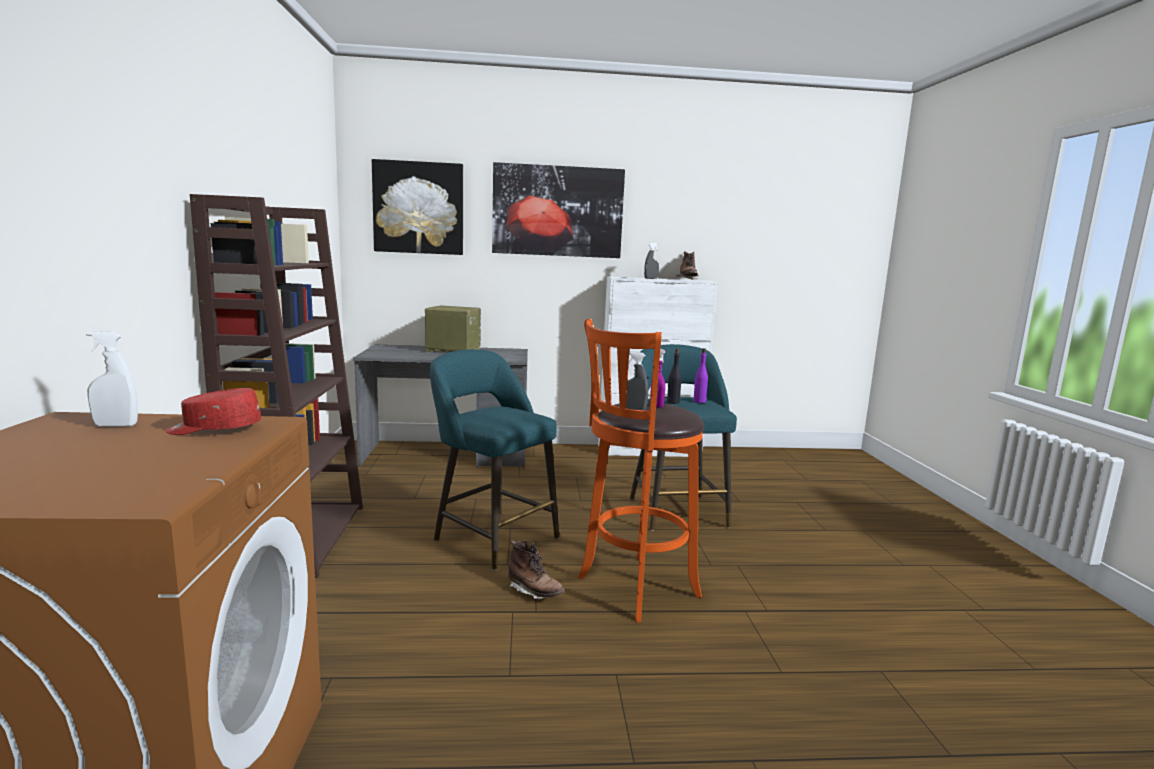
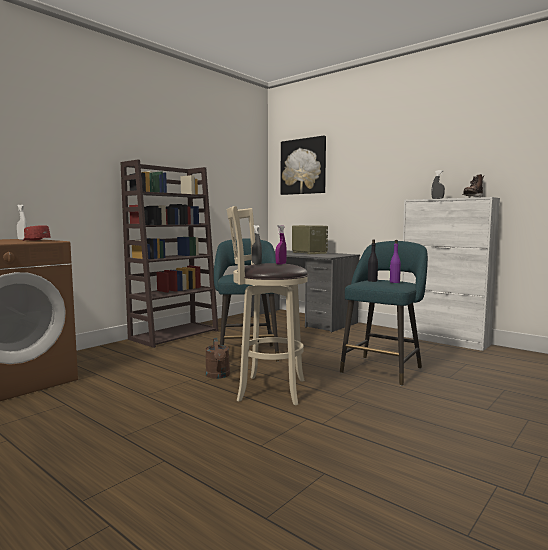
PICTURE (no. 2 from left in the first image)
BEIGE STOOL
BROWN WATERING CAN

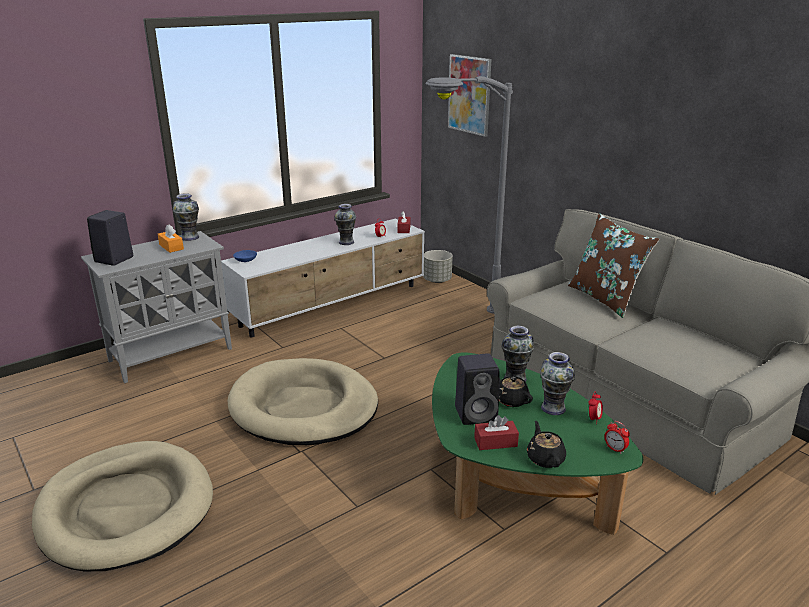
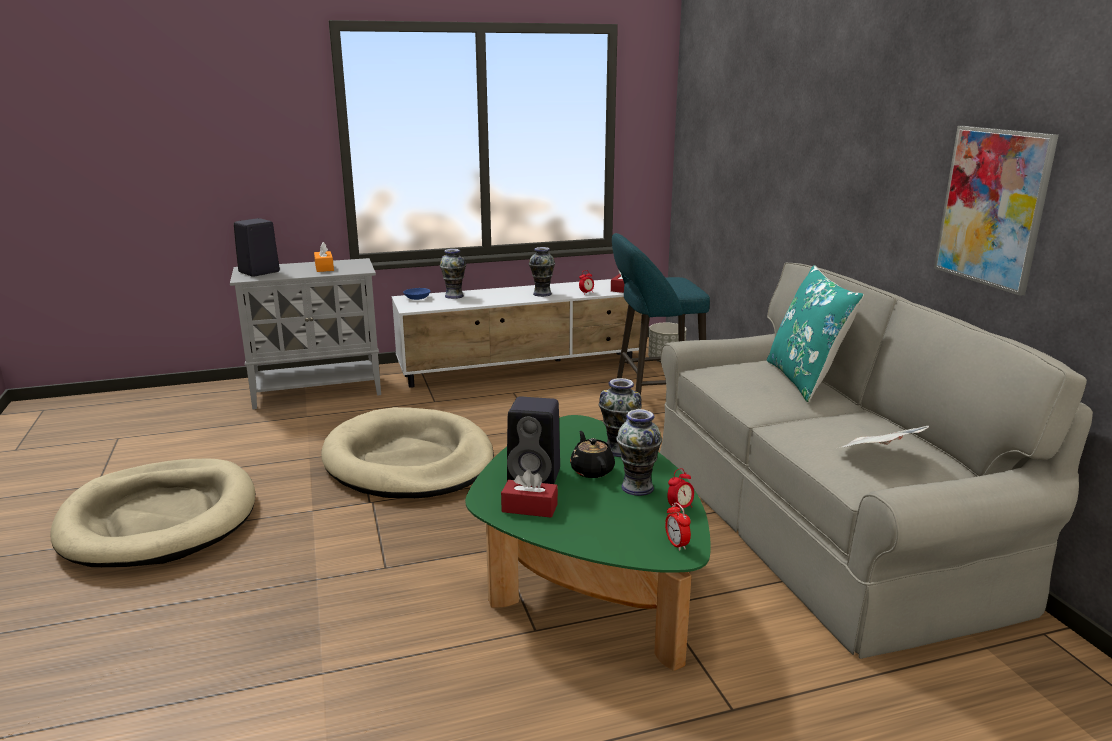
PICTURE
TURQUOISE STOOL
VASE (no. 1 from left)
TURQUOISE PILLOW
BLACK TEAPOT (no. 2 from left in the first image)
NEWSPAPER

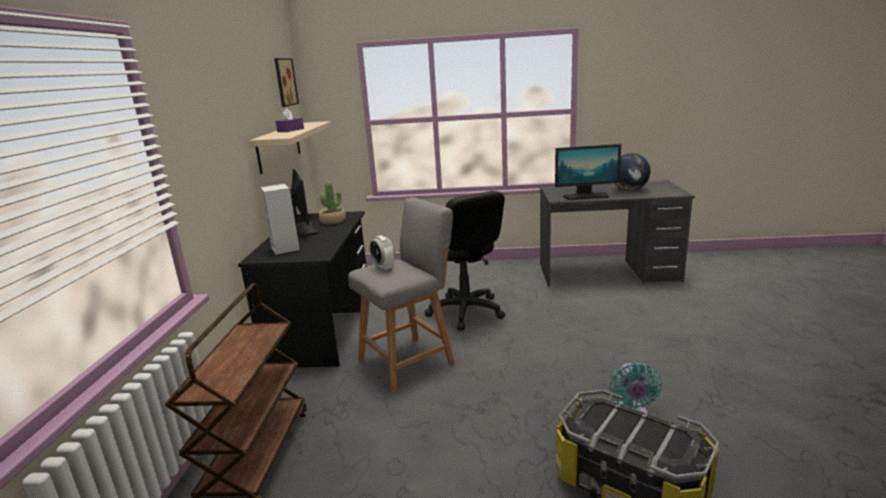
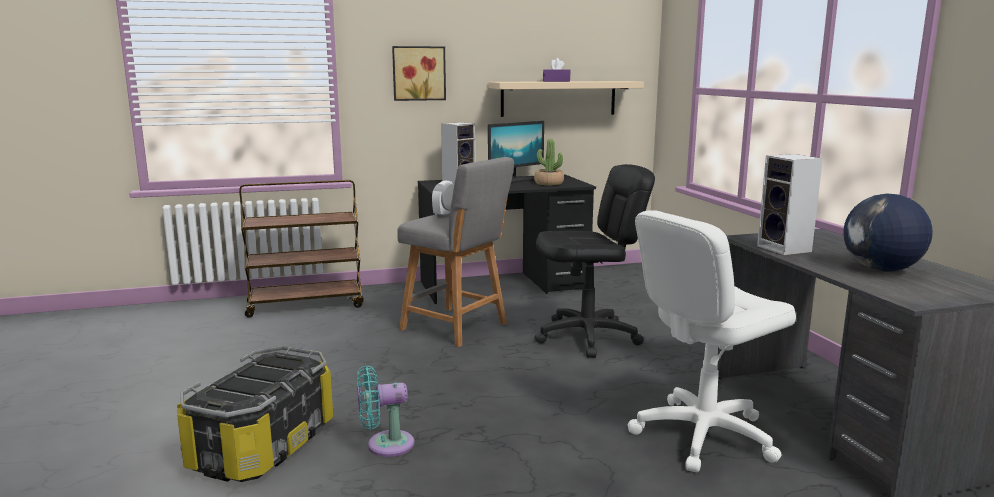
PICTURE
SPEAKER (no. 2 from left)
BLACK OFFICE CHAIR
WHITE OFFICE CHAIR

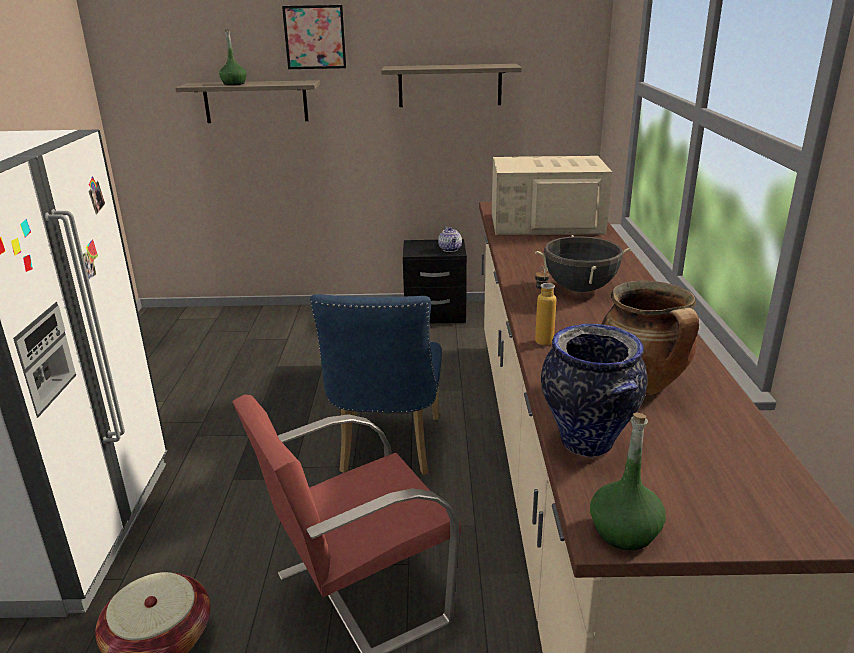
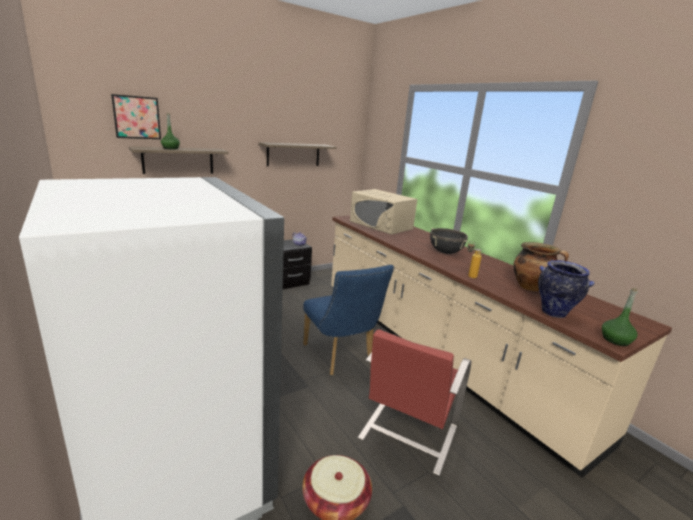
PICTURE
BEIGE MICROWAVE

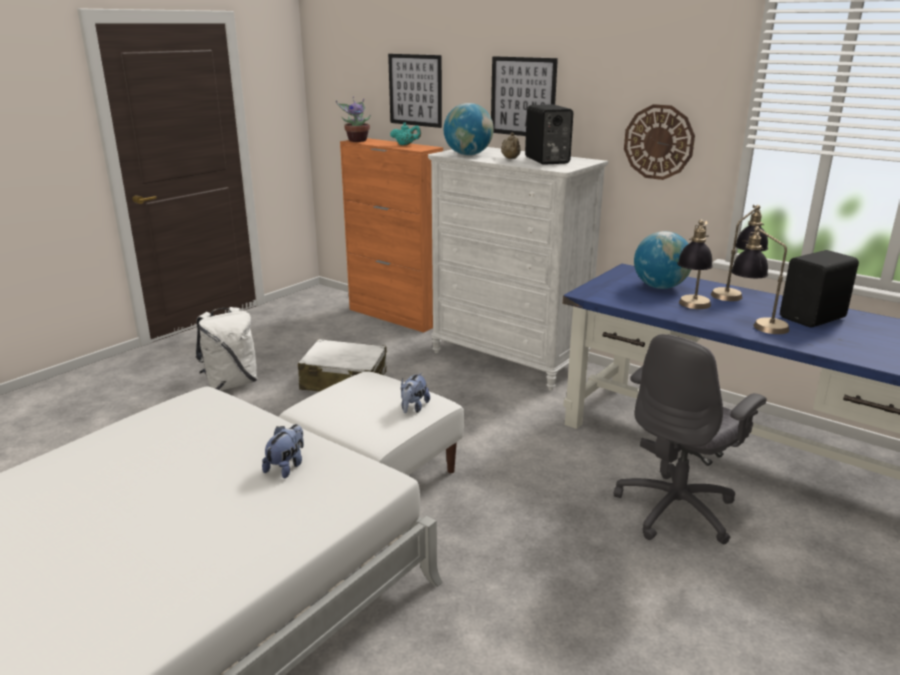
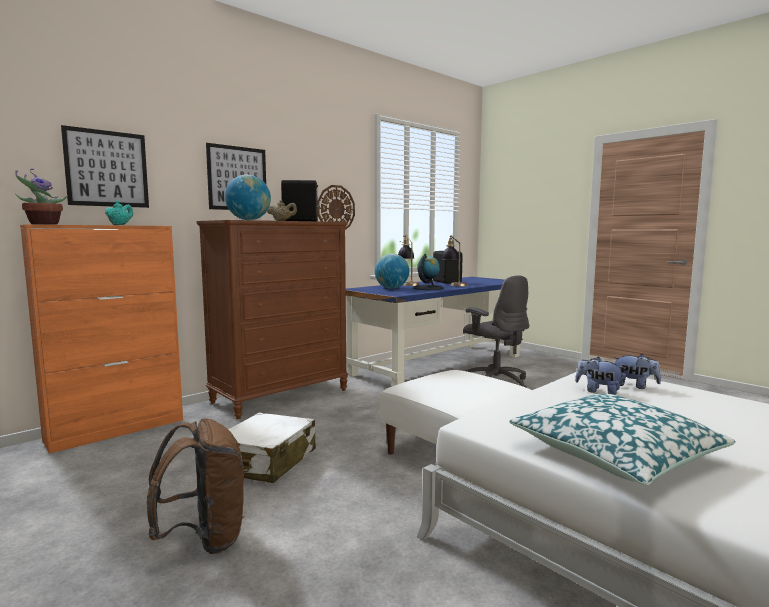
BROWN DRESSER
GLOBE (no. 3 from left)
BROWN BACKPACK
PLUSH TOY (no. 2 from left)
PILLOW

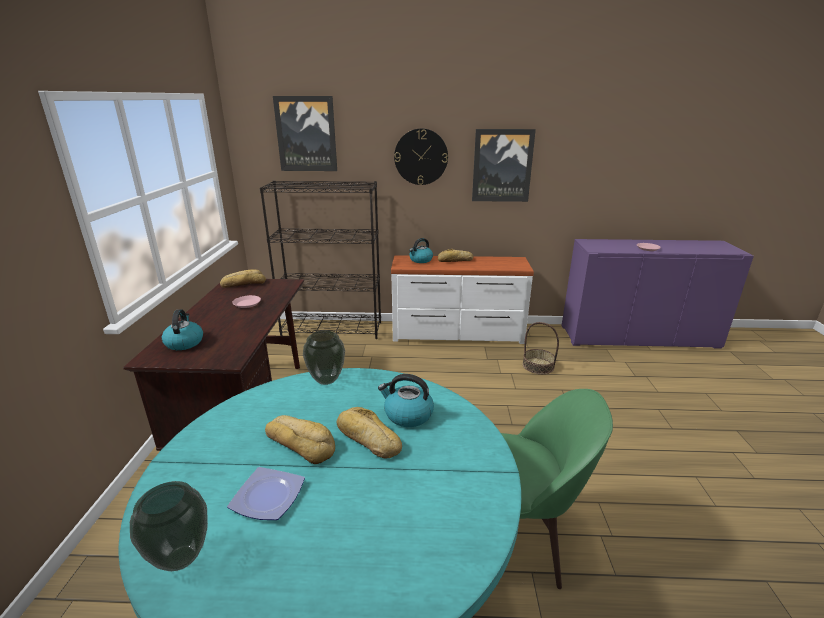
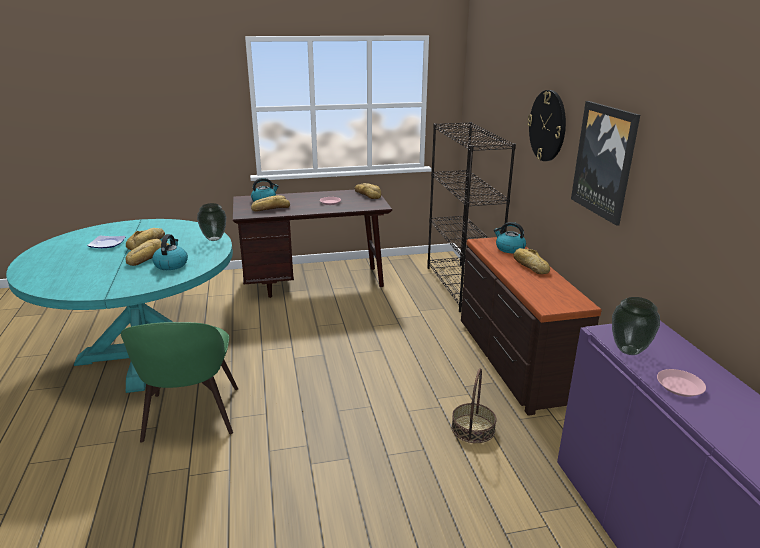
PICTURE (no. 1 from left in the first image)
BROWN DRESSER
VASE (no. 2 from left)
BREAD (no. 3 from left)

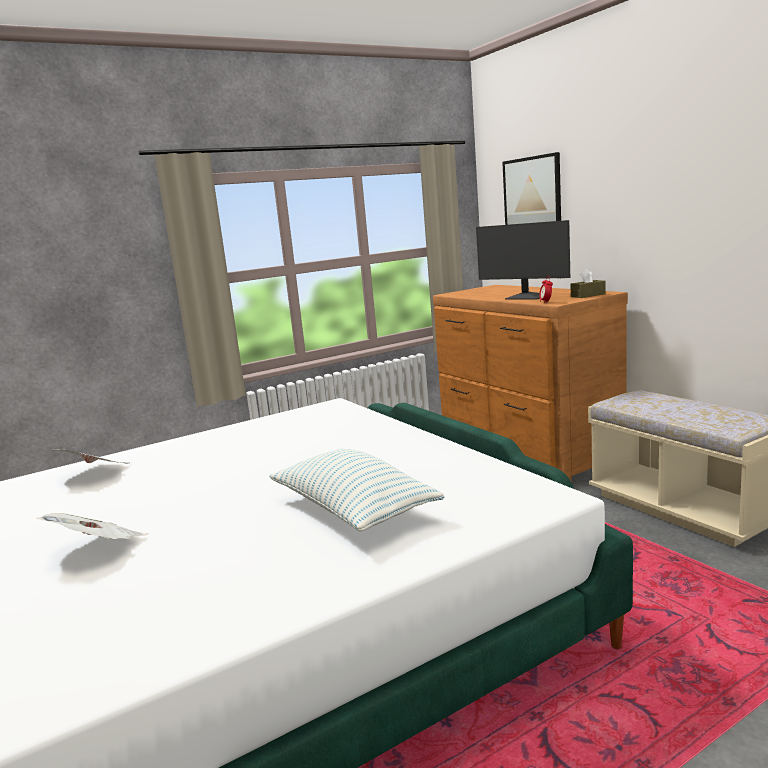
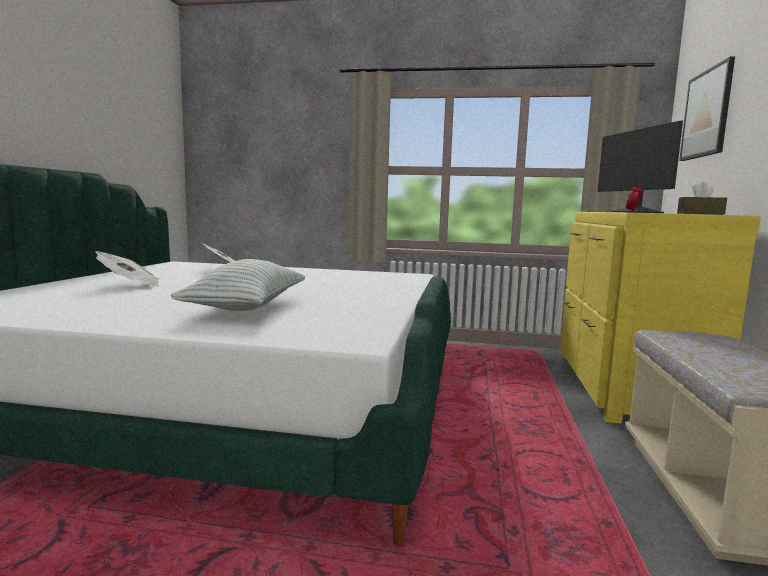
YELLOW DRESSER

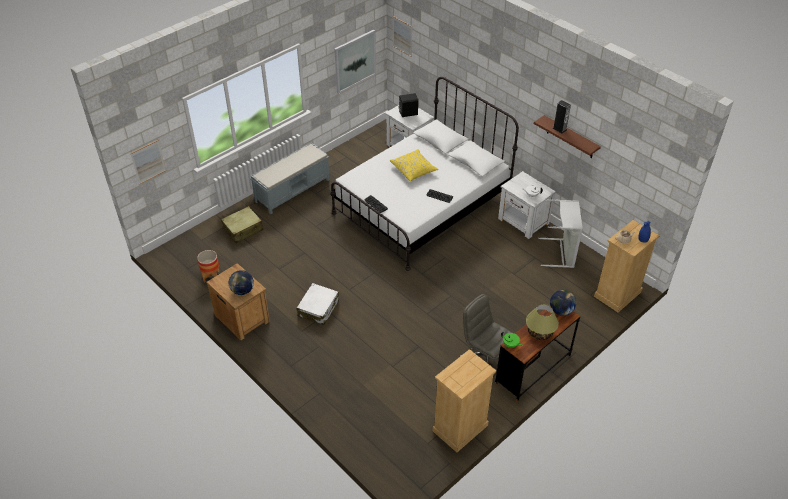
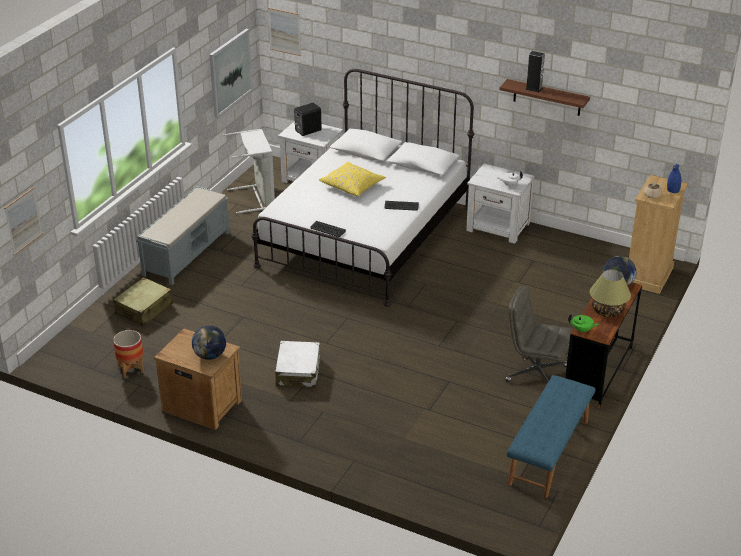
GREY LAUNDRY BASKET
BLUE BENCH

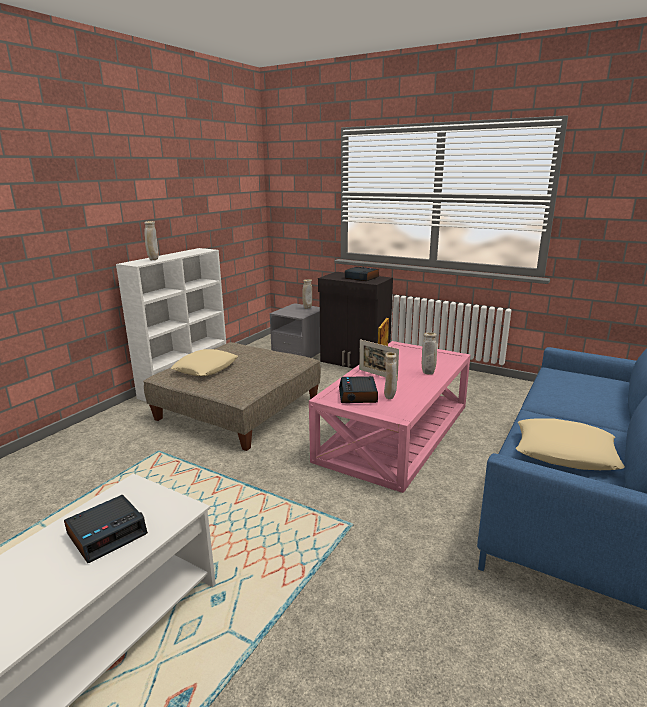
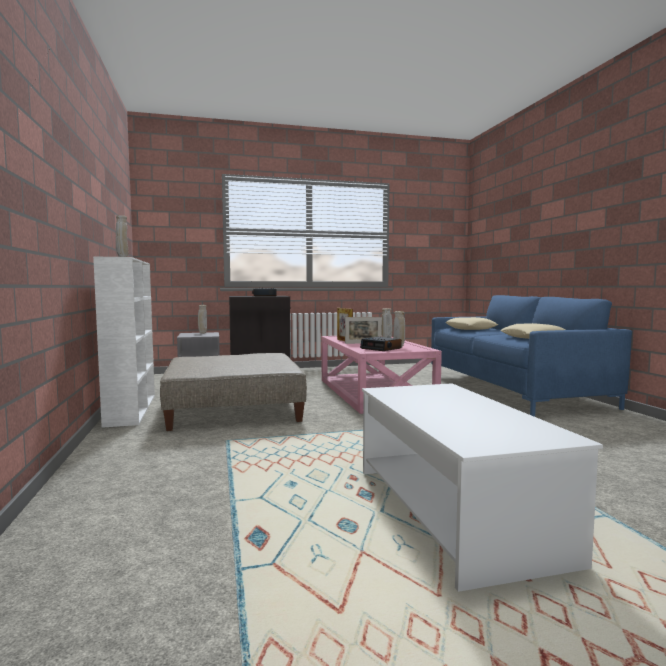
BEIGE PILLOW (no. 1 from left)
ALARM CLOCK (no. 1 from left in the first image)

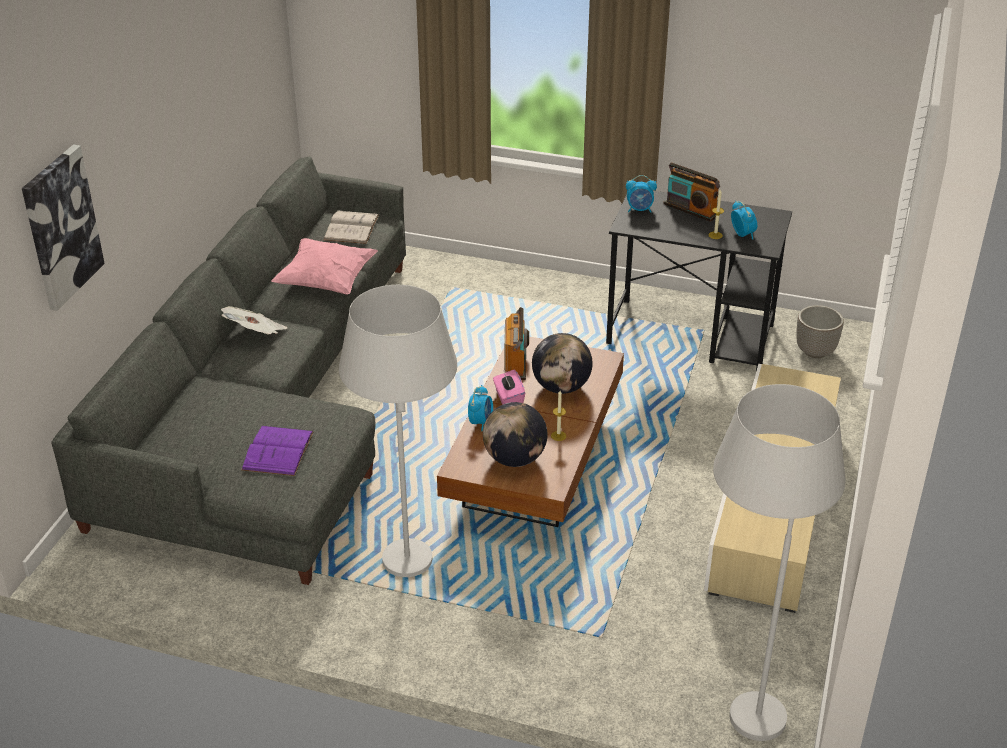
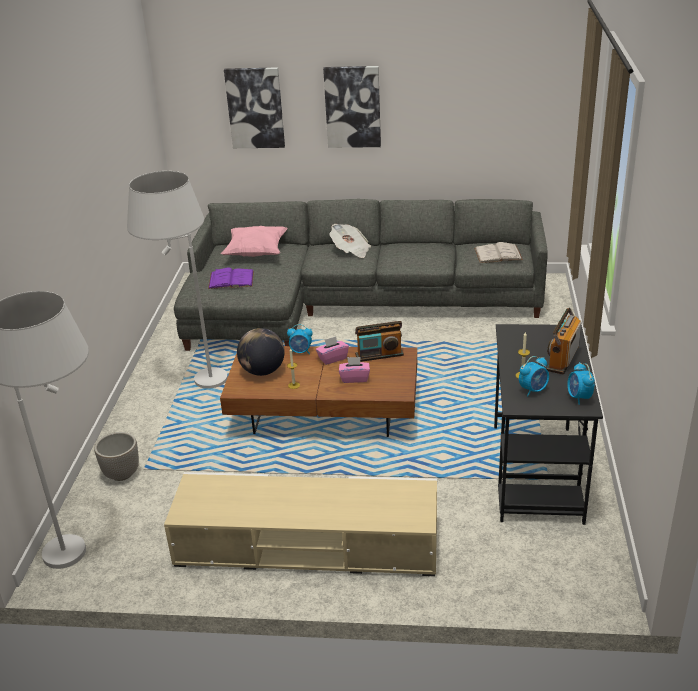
ALARM CLOCK (no. 3 from left)
PINK PILLOW
PLANTER
PINK TISSUE BOX (no. 2 from left)
PICTURE (no. 2 from left)

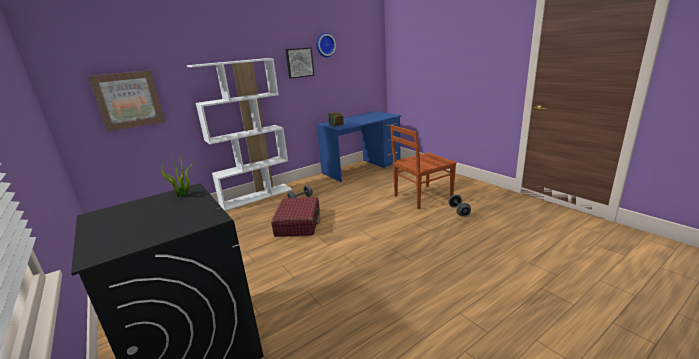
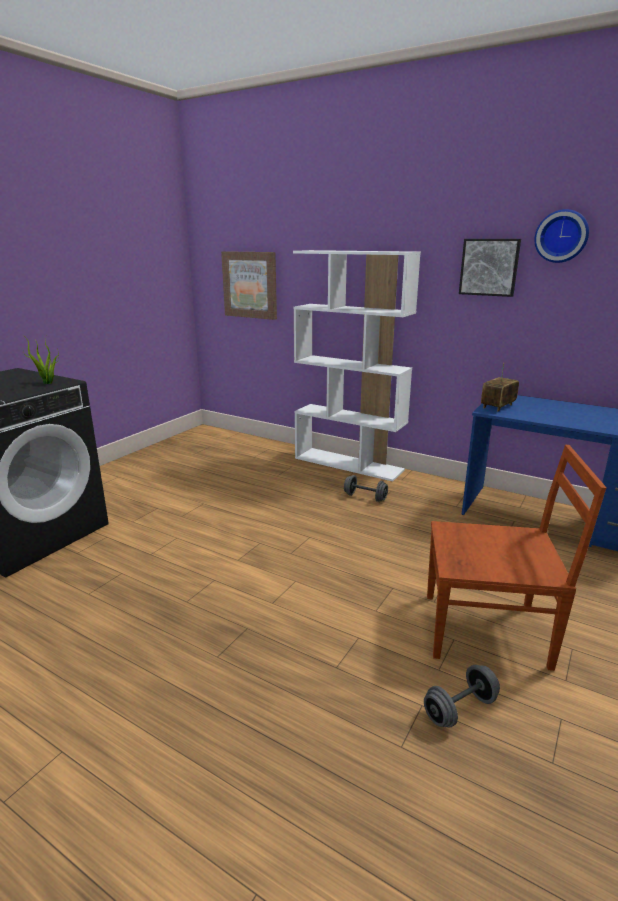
BROWN CHAIR
RED SUITCASE

